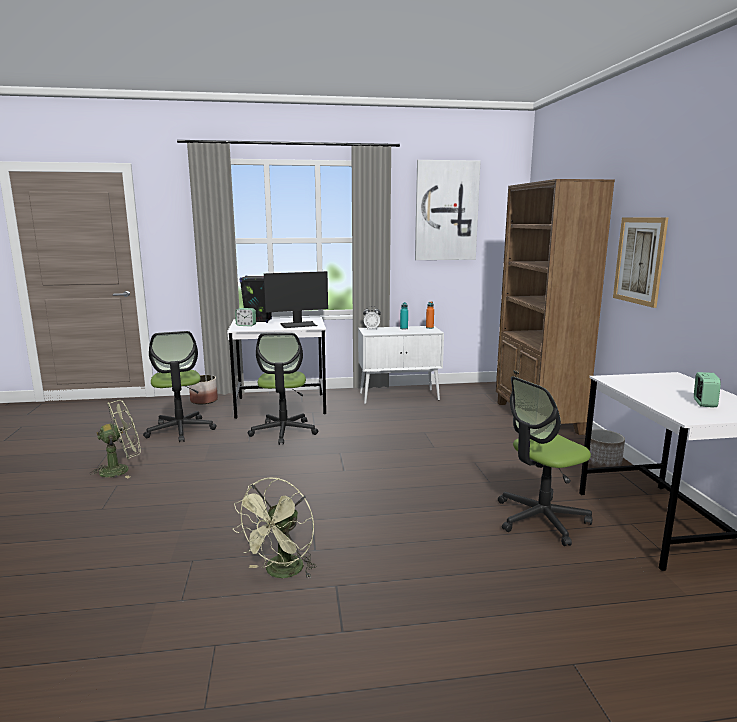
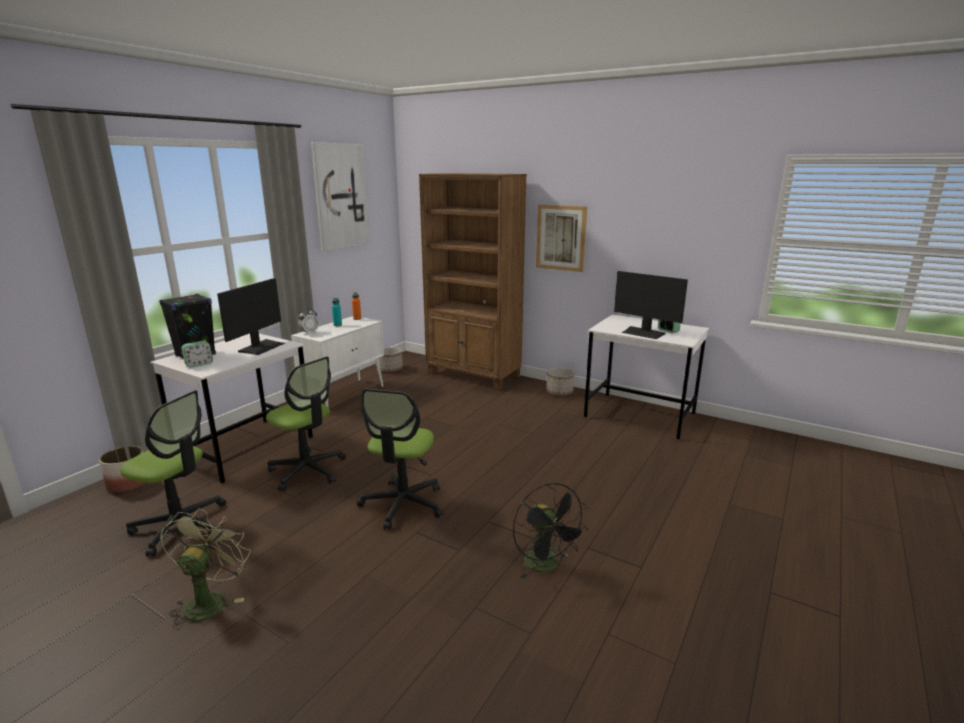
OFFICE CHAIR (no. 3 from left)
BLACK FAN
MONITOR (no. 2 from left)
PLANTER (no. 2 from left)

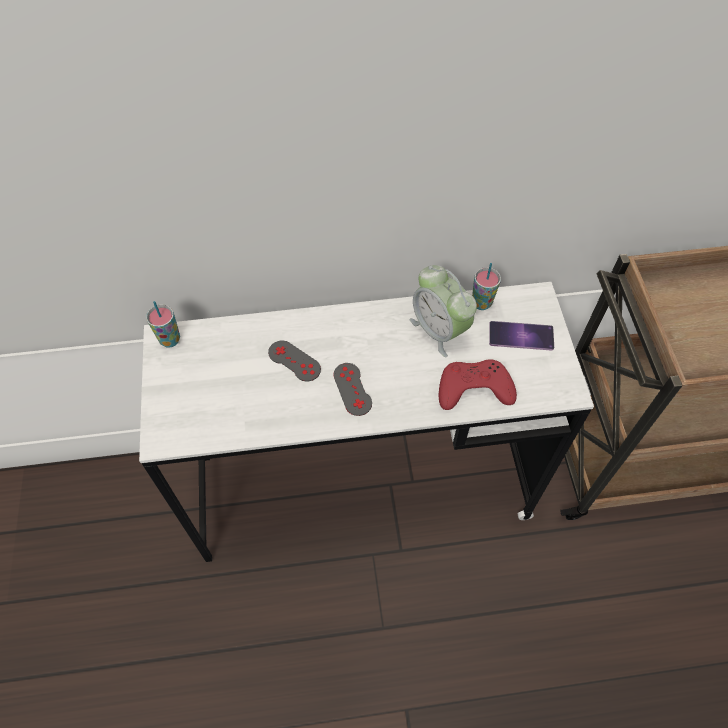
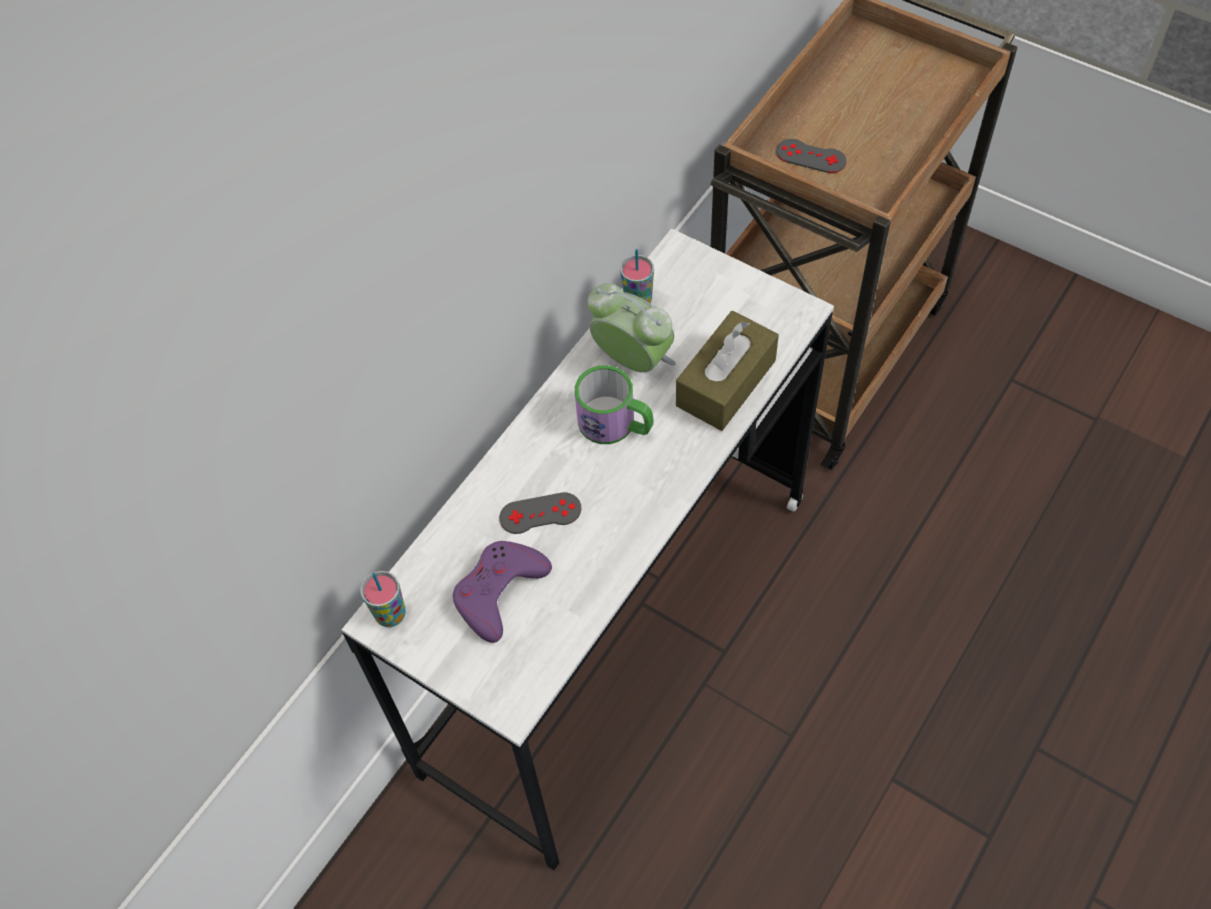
ALARM CLOCK
PHONE
BROWN TISSUE BOX
GREY GAME CONTROLLER (no. 2 from left)
MUG
PURPLE GAME CONTROLLER

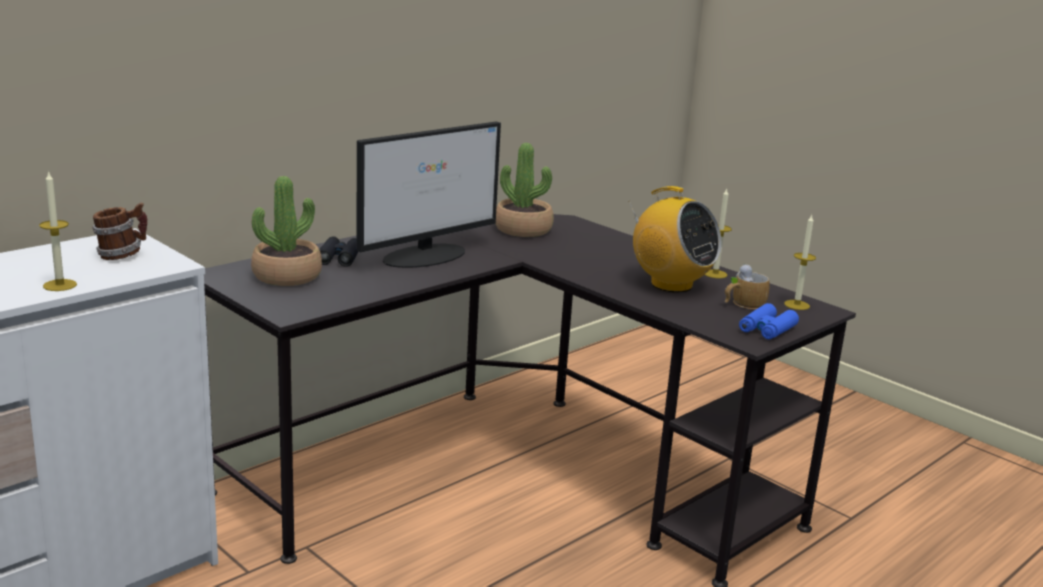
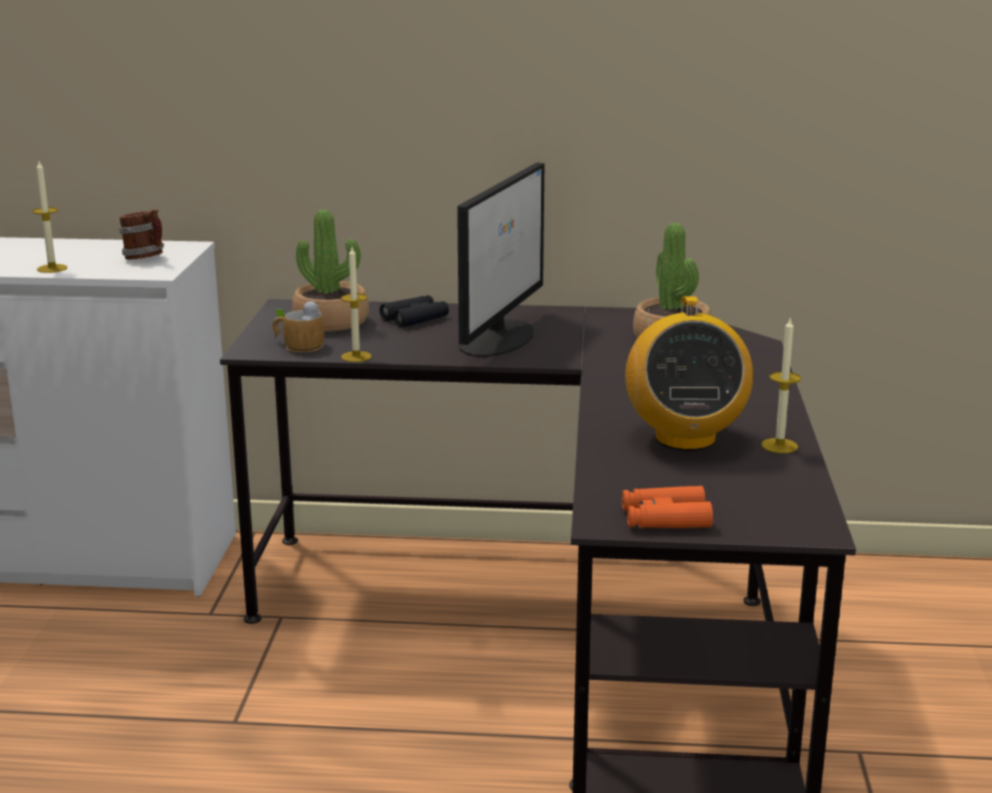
MONITOR
CANDLE (no. 2 from left)
MUG (no. 2 from left)
ORANGE BINOCULARS

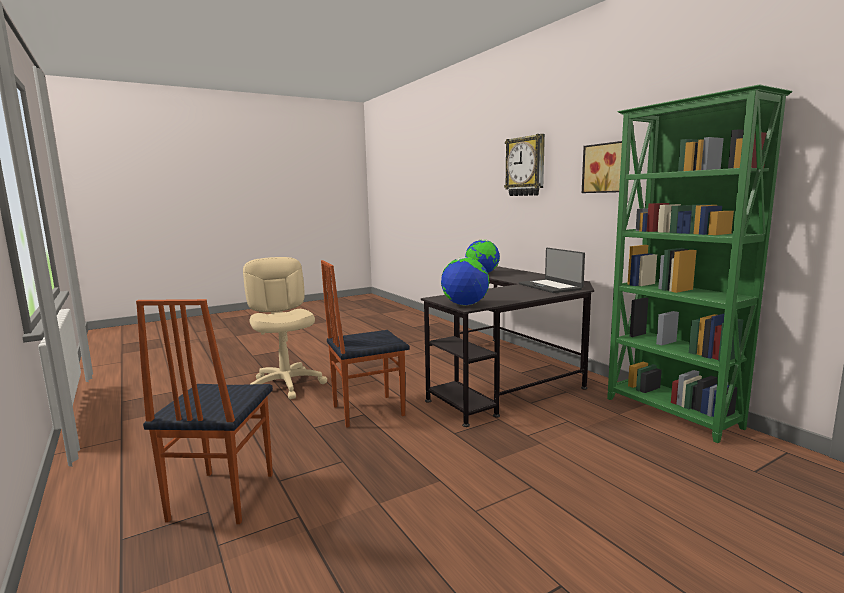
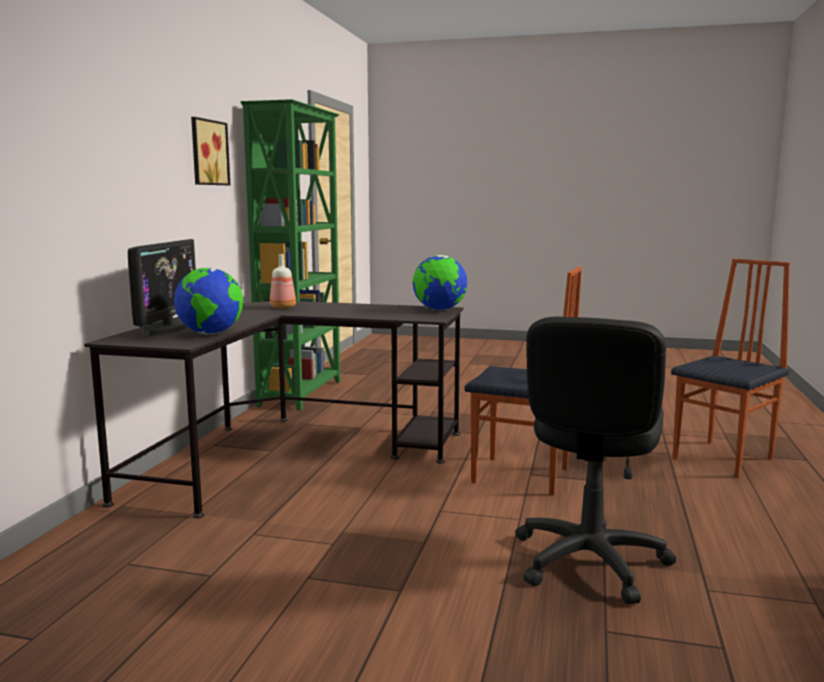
WALL CLOCK
BOTTLE
BLACK OFFICE CHAIR
MONITOR

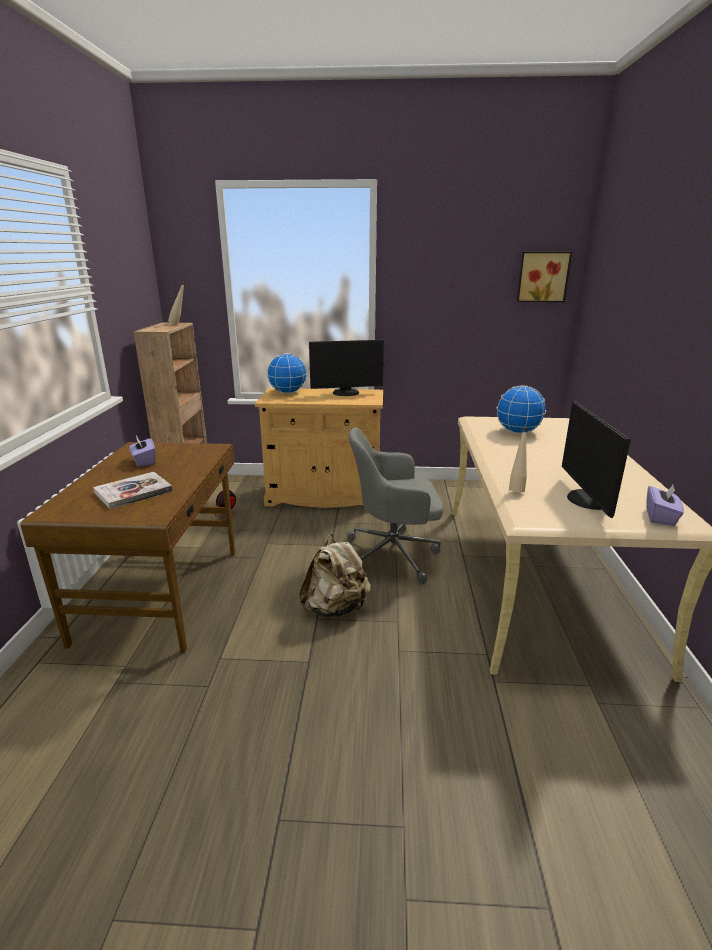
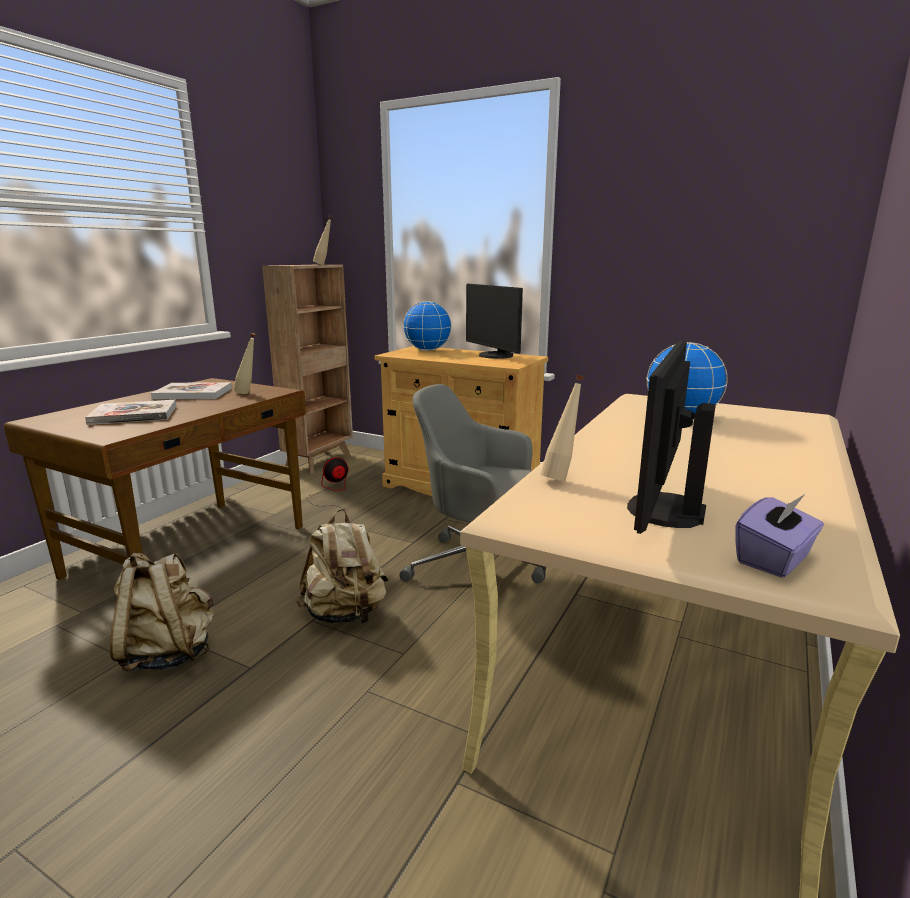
PICTURE
MONITOR (no. 1 from left)
BOOK (no. 2 from left)
BEIGE BOTTLE (no. 1 from left)
BEIGE BACKPACK (no. 1 from left)

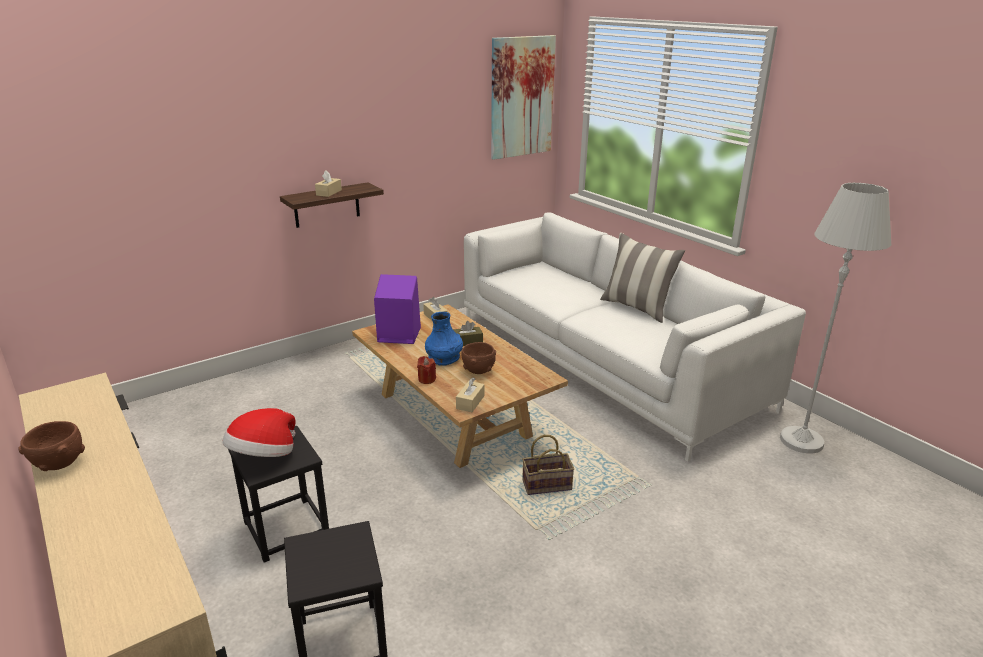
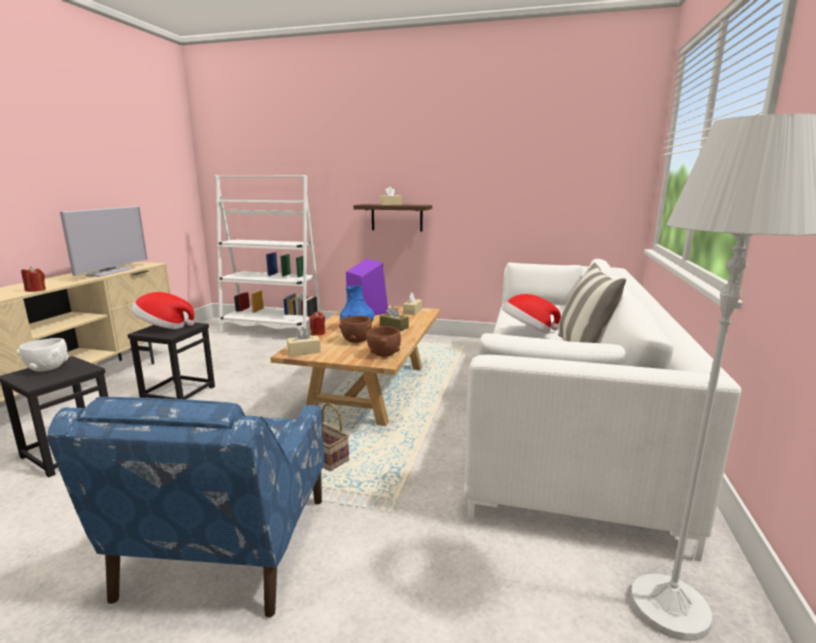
PICTURE
BROWN BOWL (no. 2 from left)
WHITE BOOKCASE
TELEVISION
RED CANDLE (no. 1 from left)
HAT (no. 2 from left)
WHITE BOWL
BLUE ARMCHAIR

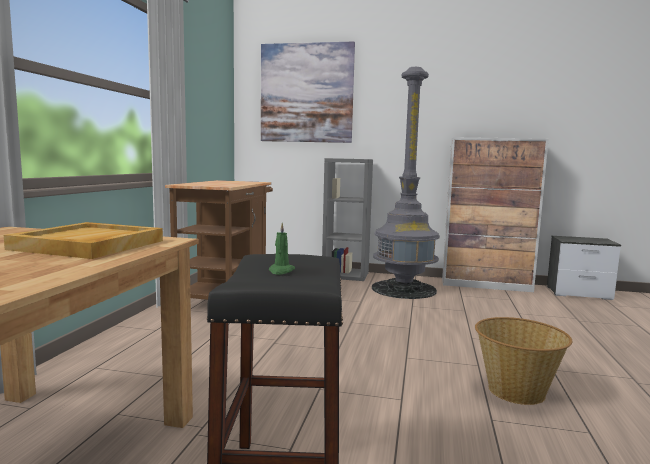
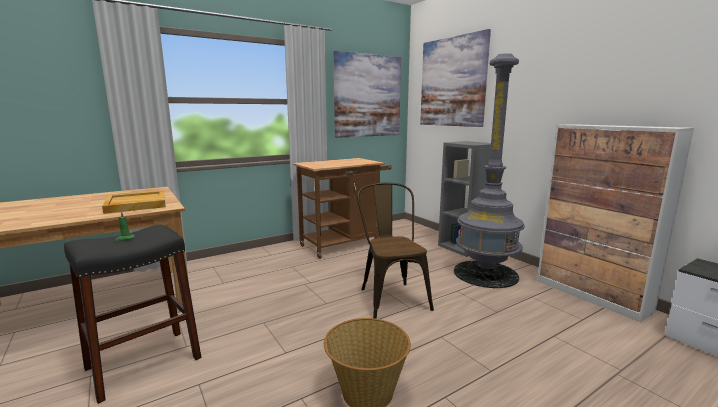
PICTURE (no. 1 from left)
BROWN CHAIR

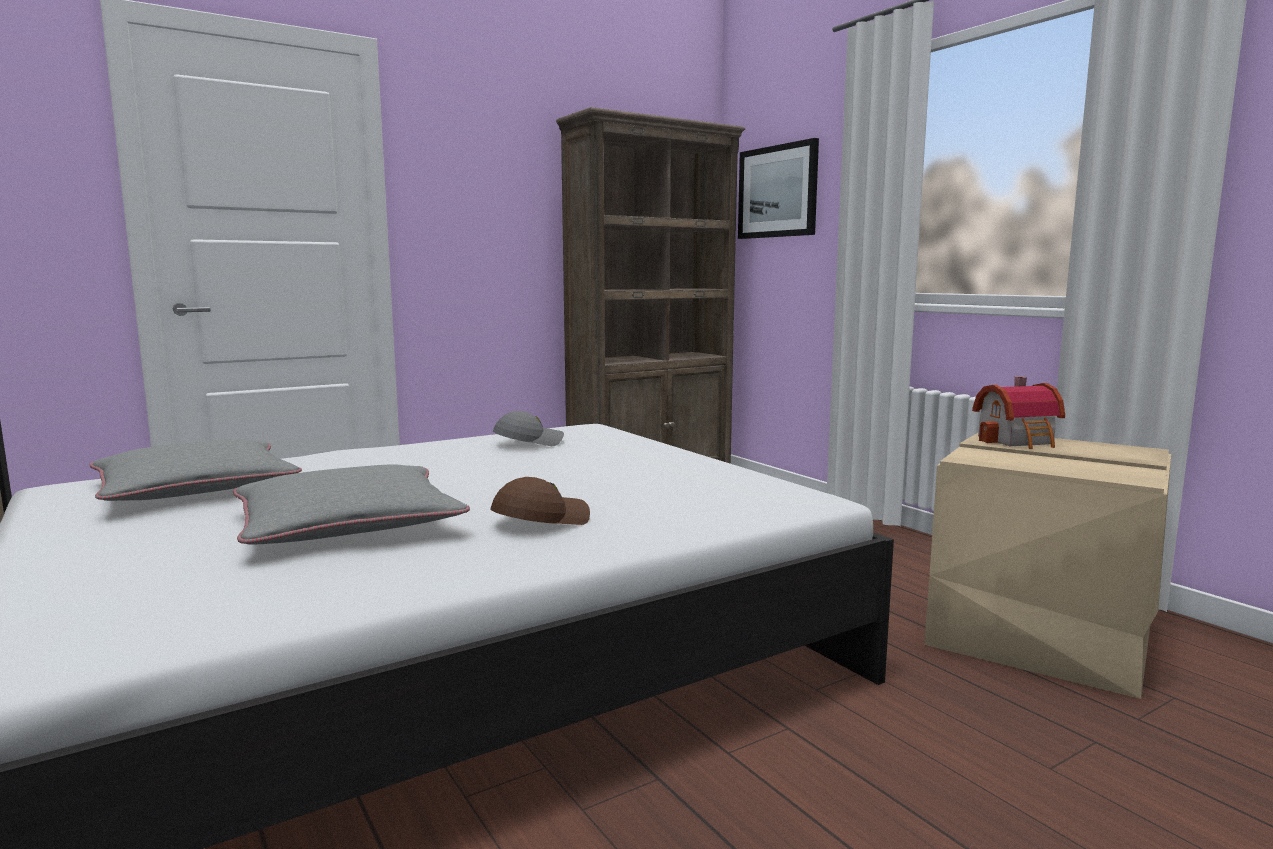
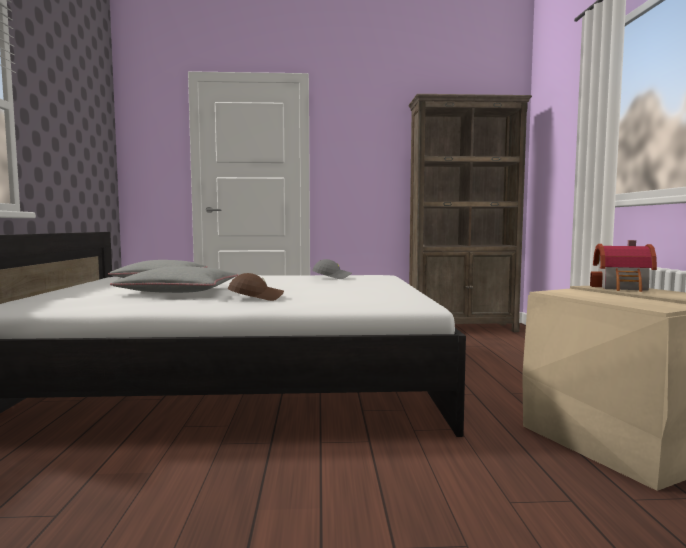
PICTURE

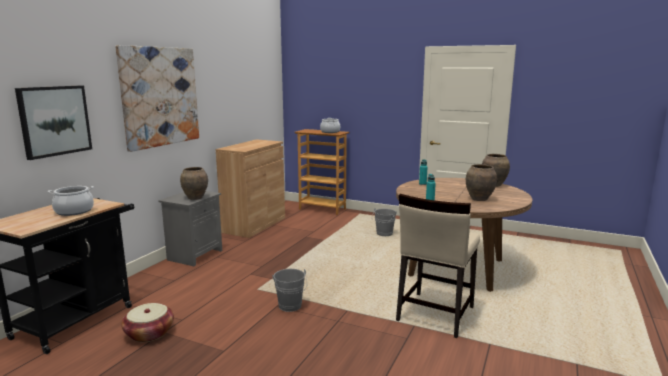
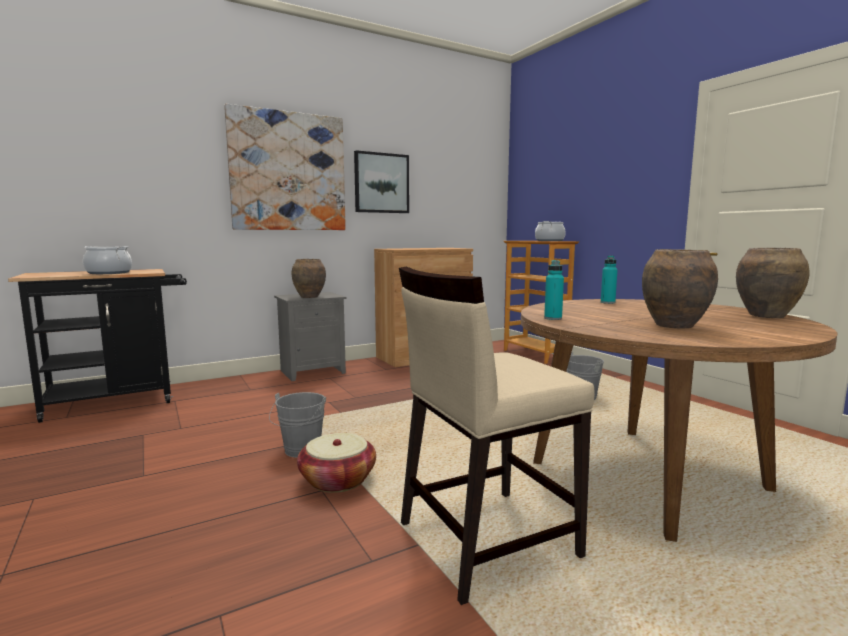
PICTURE (no. 2 from left)
BASKET

